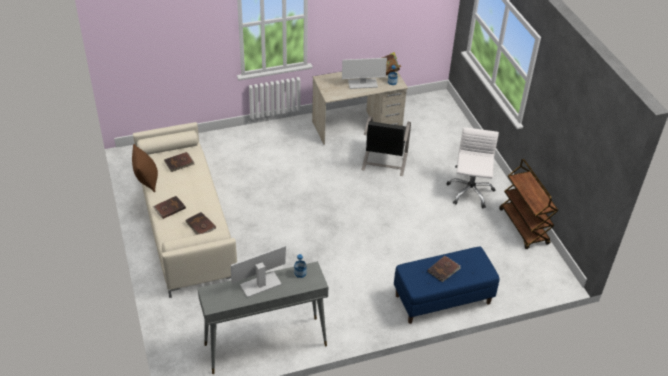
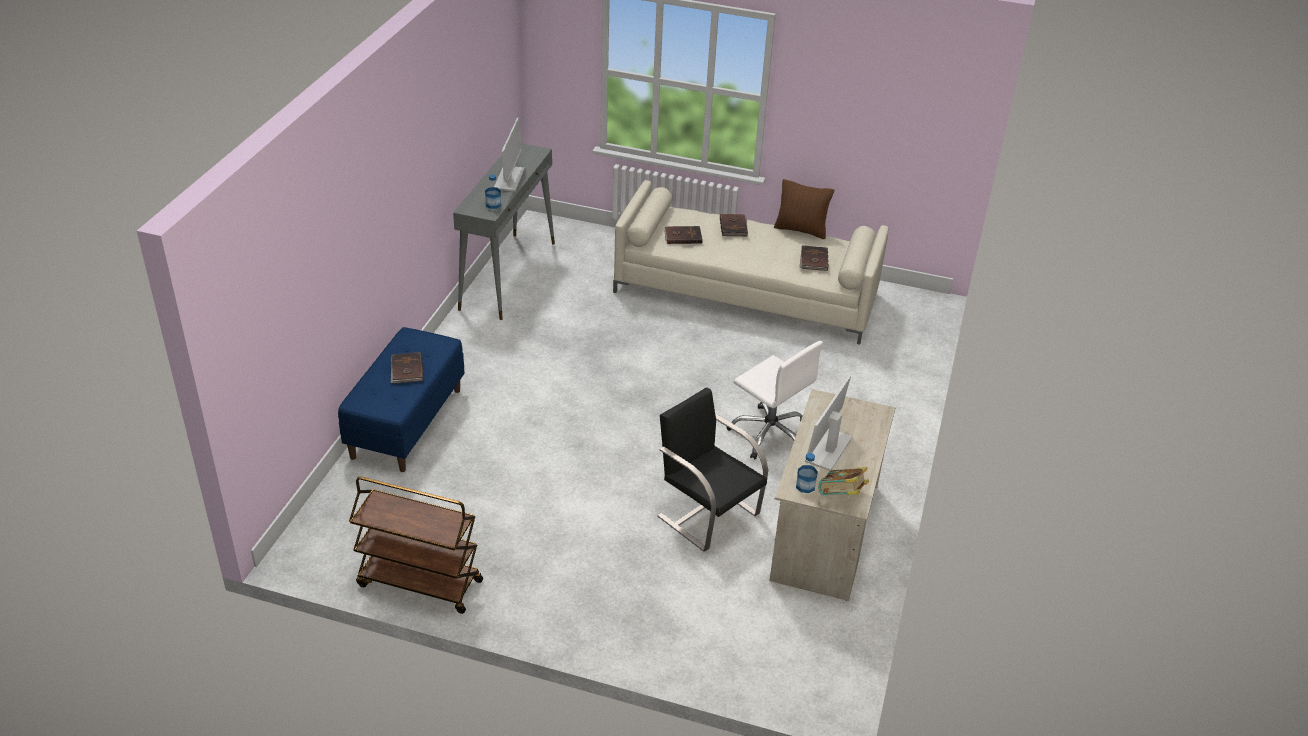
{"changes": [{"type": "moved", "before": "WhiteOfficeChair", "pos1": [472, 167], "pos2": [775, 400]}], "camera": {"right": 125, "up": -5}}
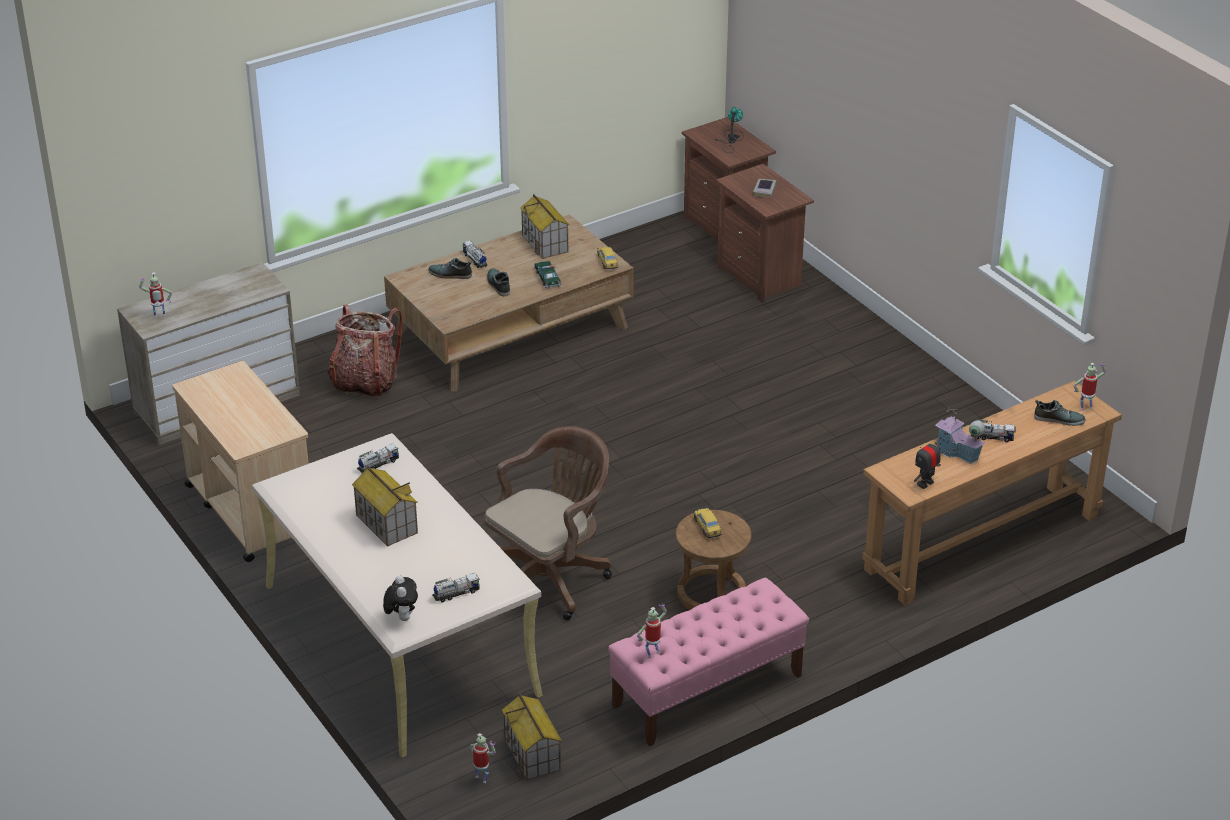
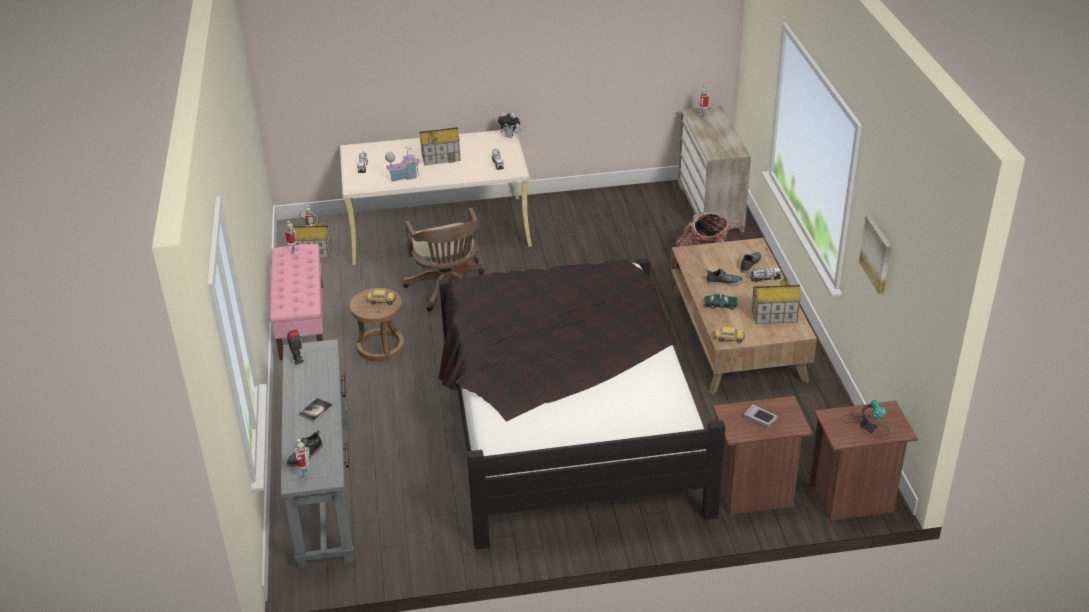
{"changes": [{"type": "removed", "before": "BeigeCart", "pos1": [240, 461]}, {"type": "recoloured", "before": "BrownConsoleTable", "after": "GreyConsoleTable", "pos1": [992, 493], "pos2": [317, 454]}, {"type": "moved", "before": "ToyHouse", "pos1": [960, 435], "pos2": [402, 164]}, {"type": "replaced", "before": "ToyTruck", "after": "Book", "pos1": [993, 430], "pos2": [316, 410]}, {"type": "moved", "before": "PlushToy", "pos1": [400, 598], "pos2": [510, 125]}, {"type": "added", "after": "Picture", "pos2": [875, 254]}, {"type": "added", "after": "BlackBed", "pos2": [581, 404]}], "camera": {"right": 115, "up": 0}}
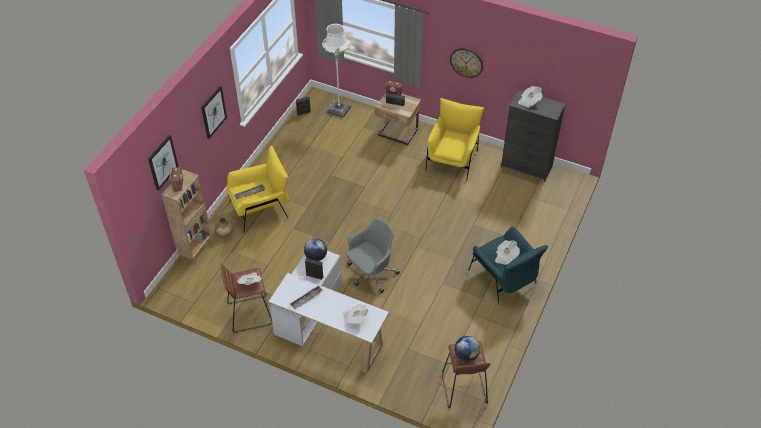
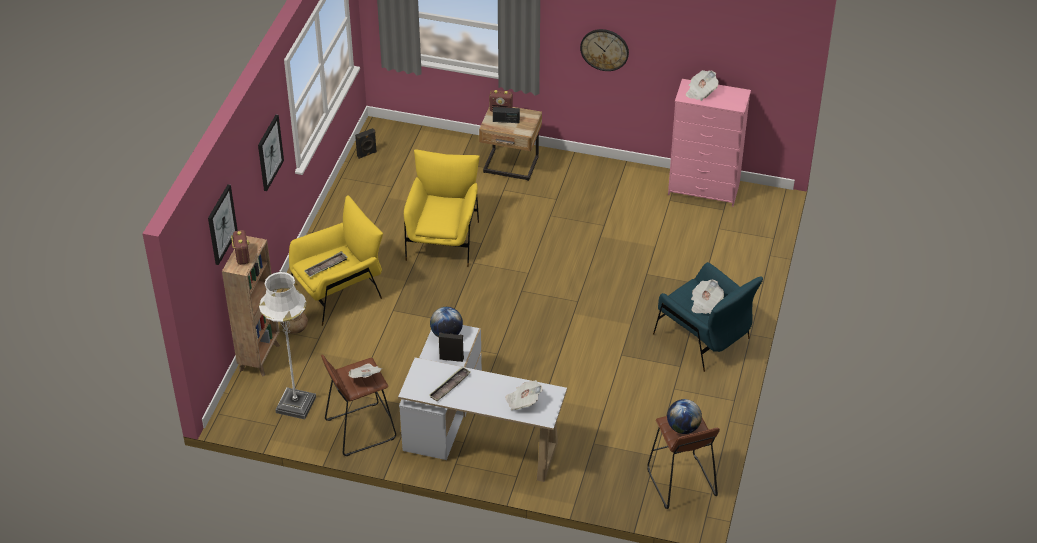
{"changes": [{"type": "moved", "before": "WhiteFloorLamp", "pos1": [336, 70], "pos2": [287, 345]}, {"type": "recoloured", "before": "BlackDresser", "after": "PinkDresser", "pos1": [533, 136], "pos2": [709, 143]}, {"type": "moved", "before": "YellowArmchair", "pos1": [454, 140], "pos2": [442, 208]}, {"type": "removed", "before": "GreyOfficeChair", "pos1": [373, 255]}], "camera": {"right": -10, "up": -5}}
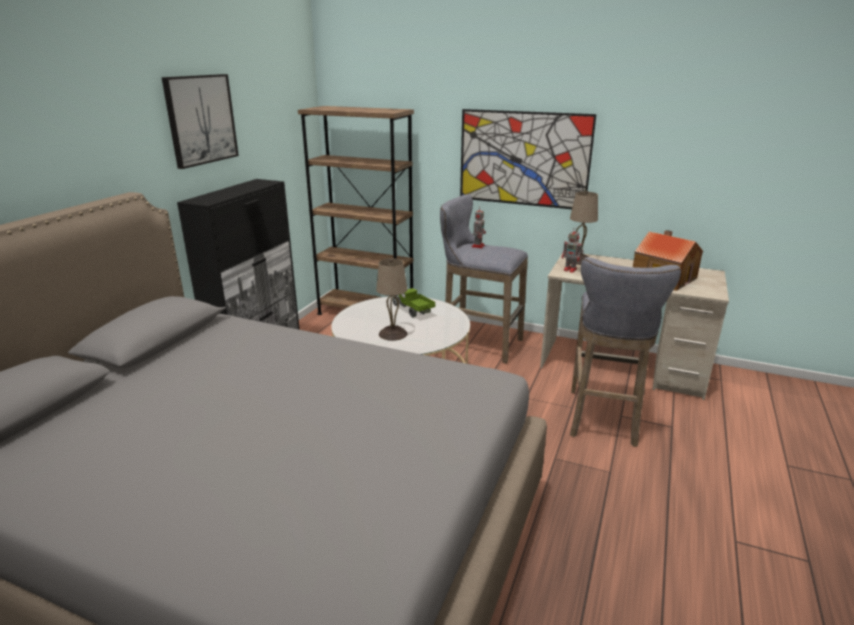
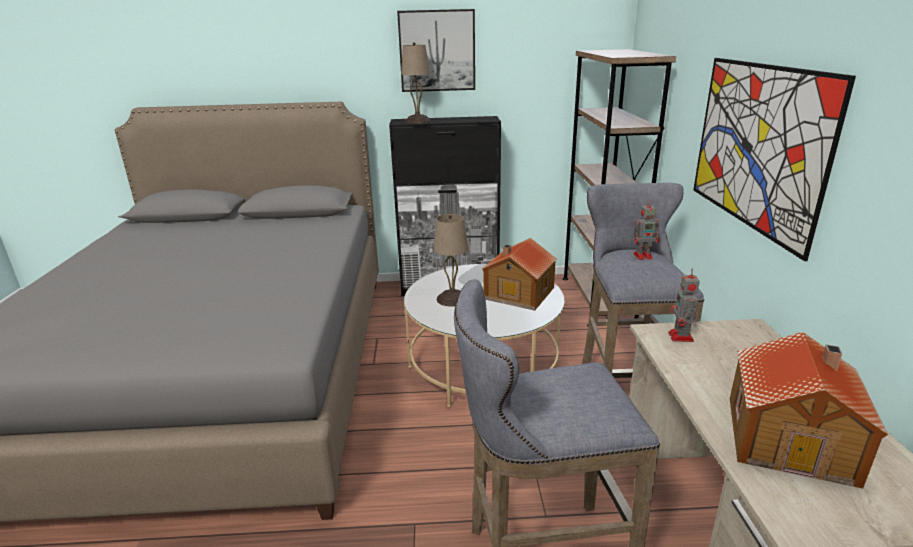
{"changes": [{"type": "moved", "before": "BeigeTableLamp", "pos1": [584, 228], "pos2": [416, 82]}, {"type": "replaced", "before": "ToyTruck", "after": "ToyHouse", "pos1": [414, 302], "pos2": [519, 274]}], "camera": {"right": 65, "up": 0}}
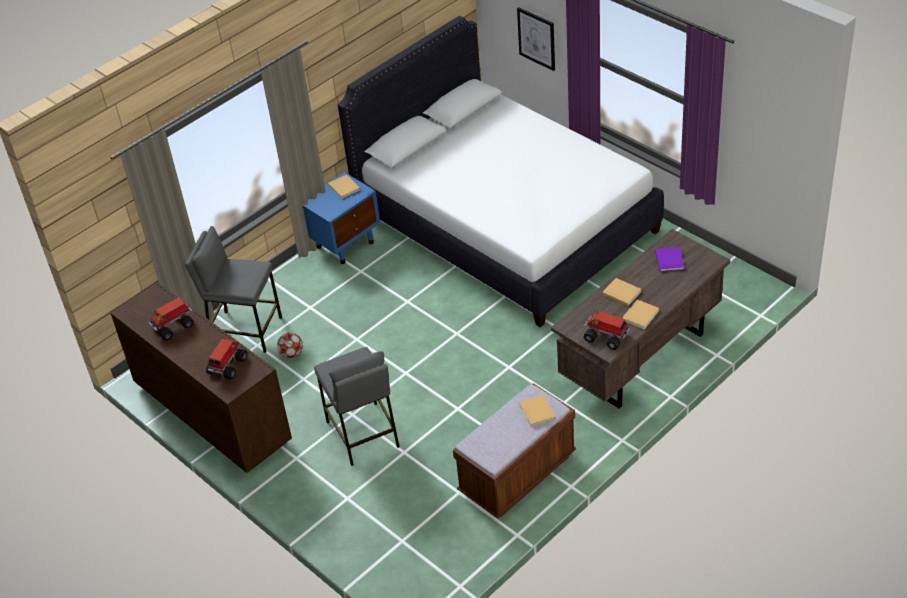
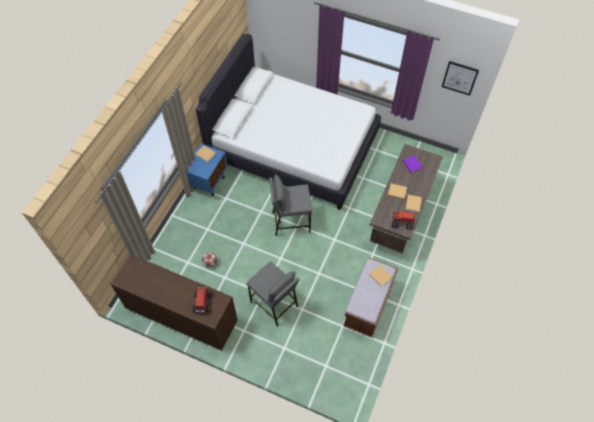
{"changes": [{"type": "moved", "before": "Picture", "pos1": [536, 39], "pos2": [460, 78]}, {"type": "moved", "before": "GreyStool", "pos1": [233, 289], "pos2": [290, 205]}, {"type": "removed", "before": "ToyTruck", "pos1": [171, 319]}], "camera": {"right": -25, "up": 15}}
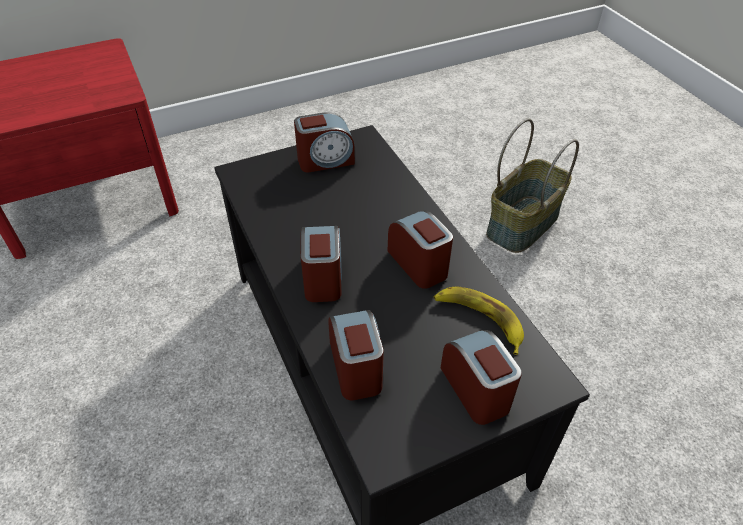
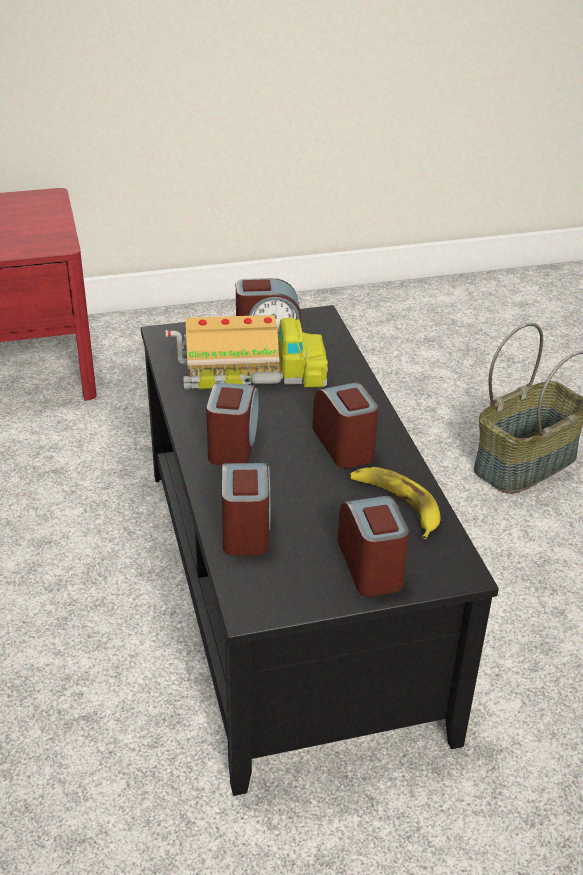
{"changes": [{"type": "added", "after": "ToyTruck", "pos2": [247, 349]}], "camera": {"right": 10, "up": -10}}
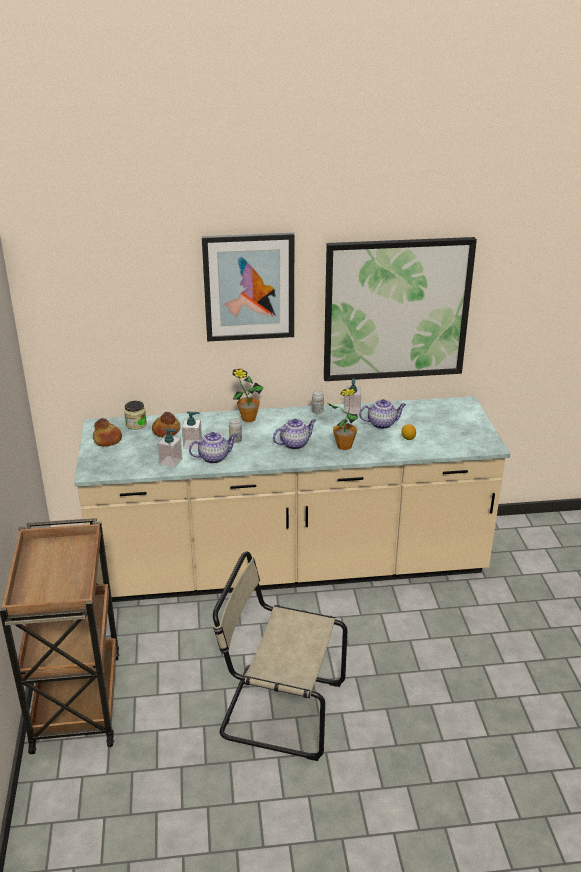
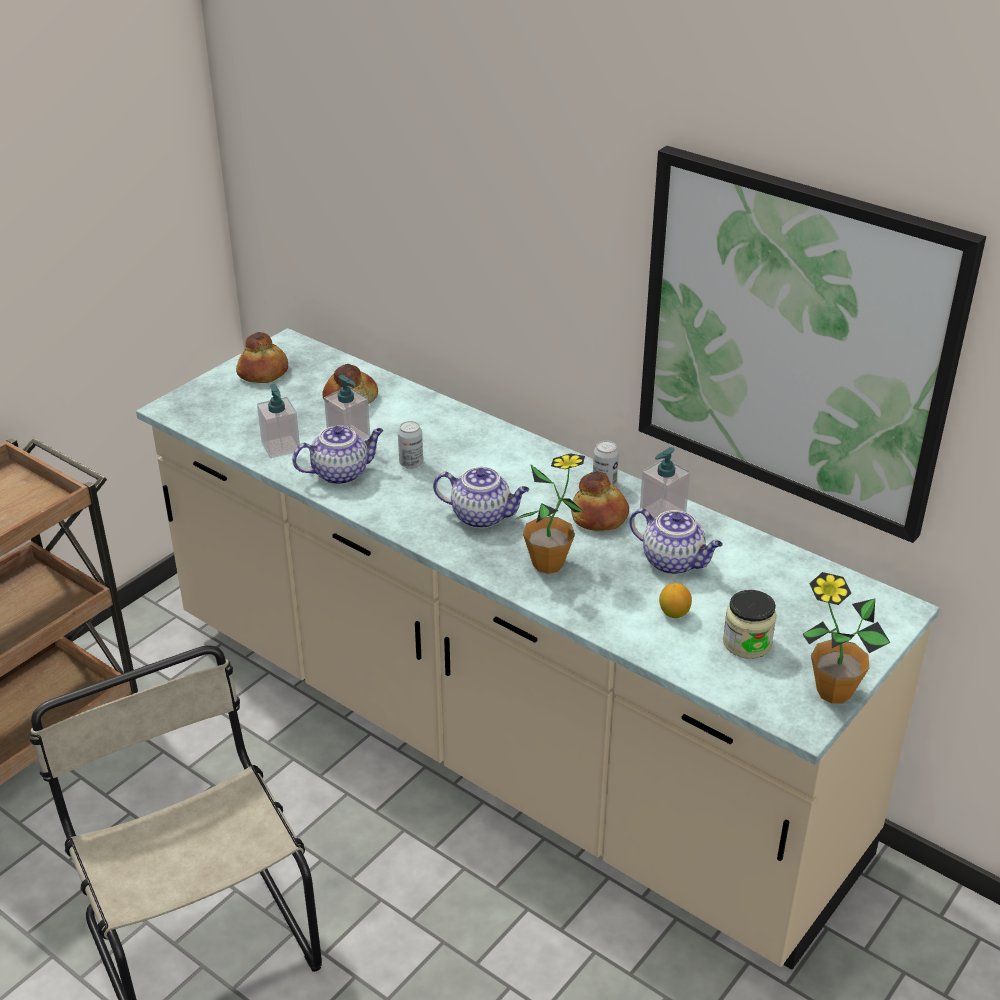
{"changes": [{"type": "removed", "before": "Picture", "pos1": [248, 287]}, {"type": "moved", "before": "PottedPlant", "pos1": [248, 395], "pos2": [846, 638]}, {"type": "moved", "before": "Jar", "pos1": [135, 415], "pos2": [750, 624]}, {"type": "turned", "before": "Teapot", "pos1": [213, 448], "pos2": [338, 455], "turn": -45}, {"type": "added", "after": "Bread", "pos2": [600, 501]}], "camera": {"right": 45, "up": 5}}
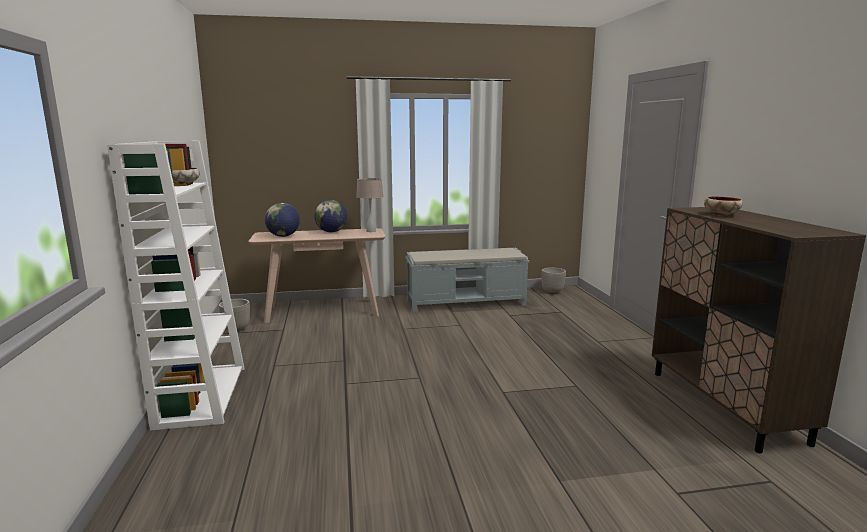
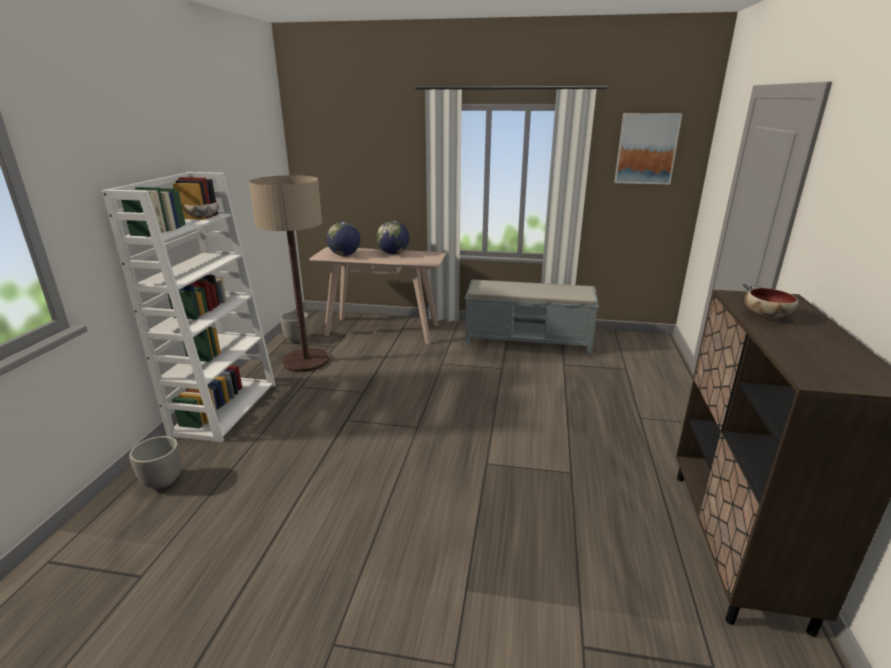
{"changes": [{"type": "removed", "before": "BeigeTableLamp", "pos1": [370, 205]}, {"type": "moved", "before": "Planter", "pos1": [553, 281], "pos2": [155, 463]}, {"type": "added", "after": "Picture", "pos2": [648, 148]}, {"type": "added", "after": "FloorLamp", "pos2": [289, 273]}], "camera": {"right": 20, "up": 10}}
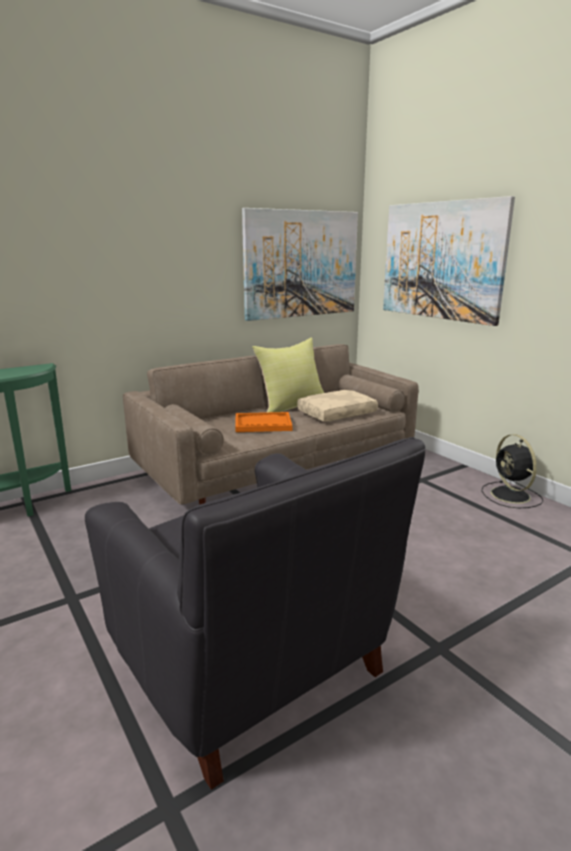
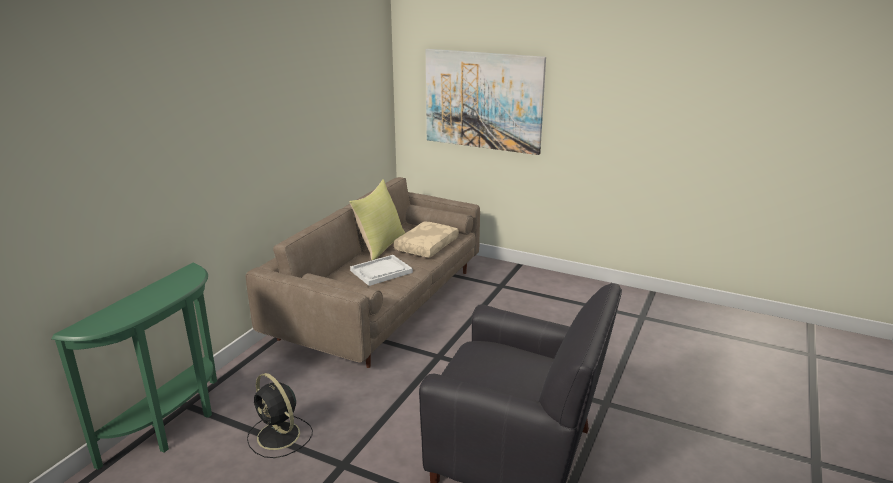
{"changes": [{"type": "removed", "before": "Picture", "pos1": [300, 264]}, {"type": "recoloured", "before": "OrangeTray", "after": "WhiteTray", "pos1": [263, 422], "pos2": [381, 270]}, {"type": "moved", "before": "BlackFan", "pos1": [512, 471], "pos2": [280, 415]}], "camera": {"right": -30, "up": 5}}
